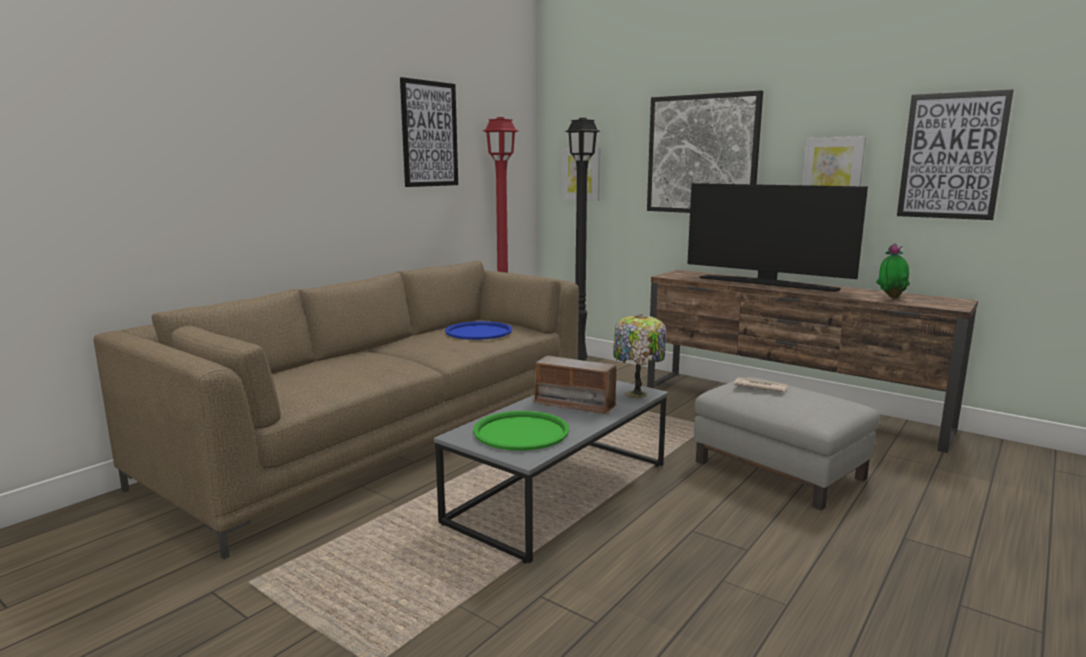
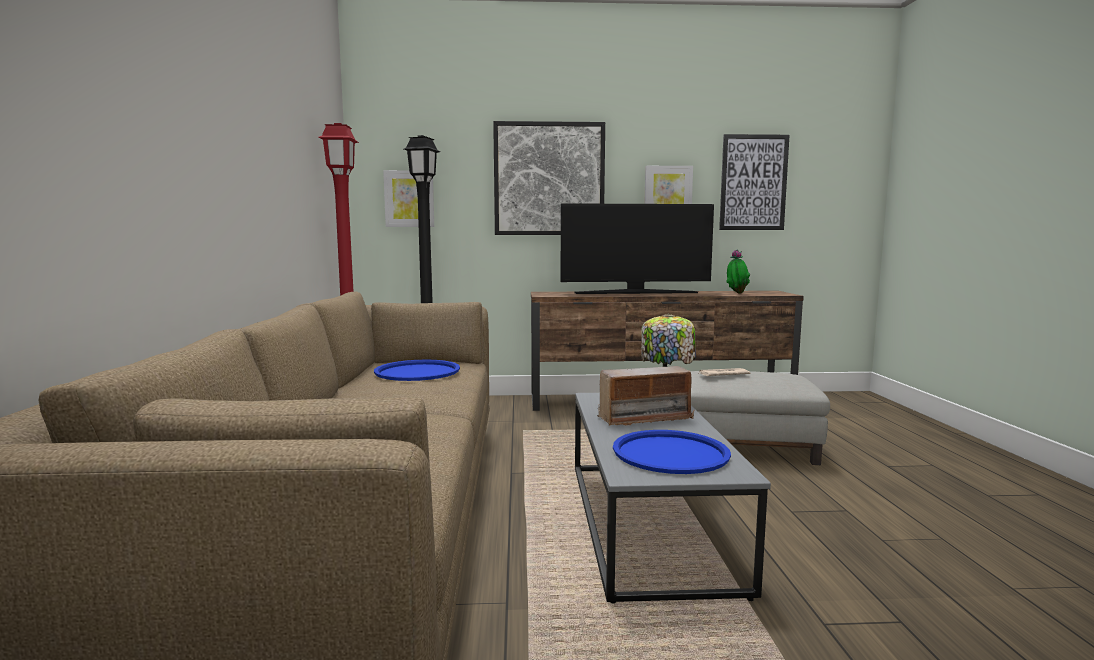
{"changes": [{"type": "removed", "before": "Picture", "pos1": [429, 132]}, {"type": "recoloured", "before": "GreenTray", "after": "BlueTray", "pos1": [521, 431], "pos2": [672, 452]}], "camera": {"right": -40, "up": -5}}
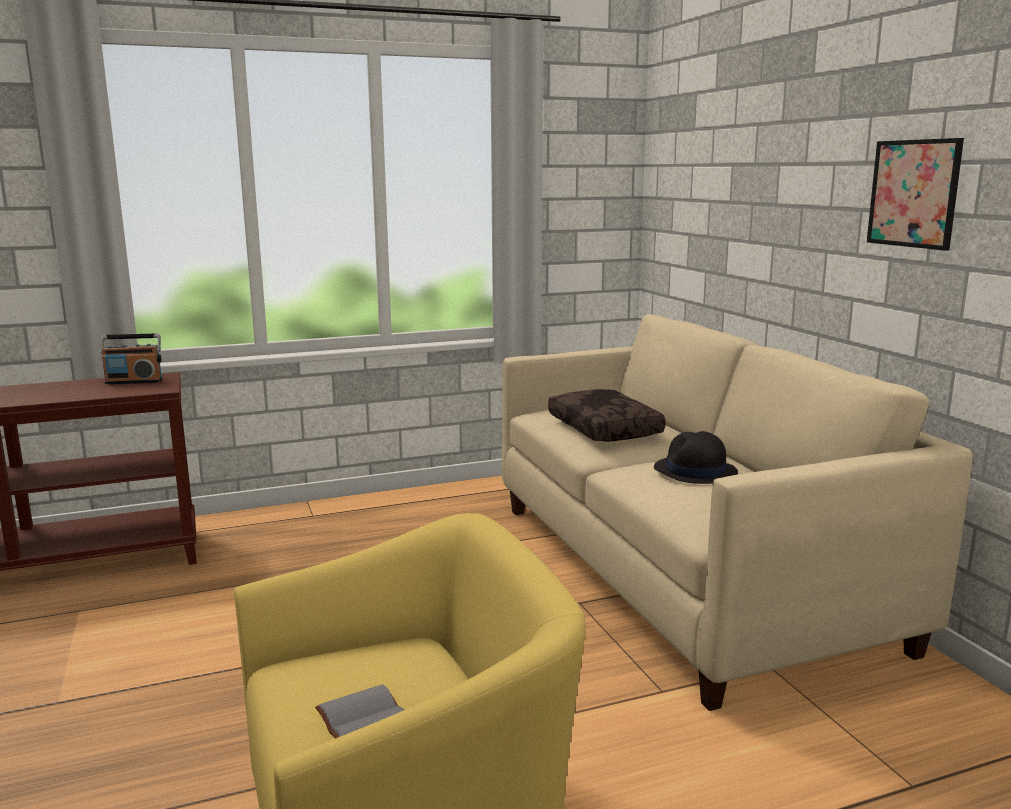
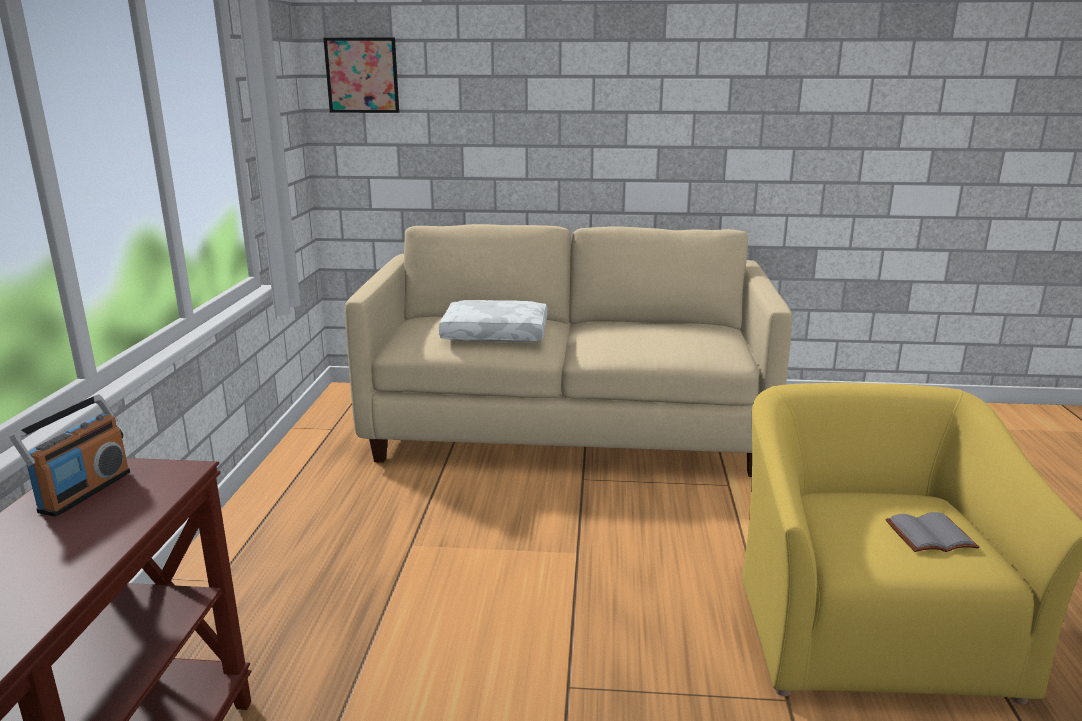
{"changes": [{"type": "moved", "before": "Picture", "pos1": [915, 194], "pos2": [361, 75]}, {"type": "recoloured", "before": "BrownPillow", "after": "WhitePillow", "pos1": [607, 415], "pos2": [493, 321]}, {"type": "removed", "before": "BlackHat", "pos1": [696, 457]}], "camera": {"right": -65, "up": 5}}
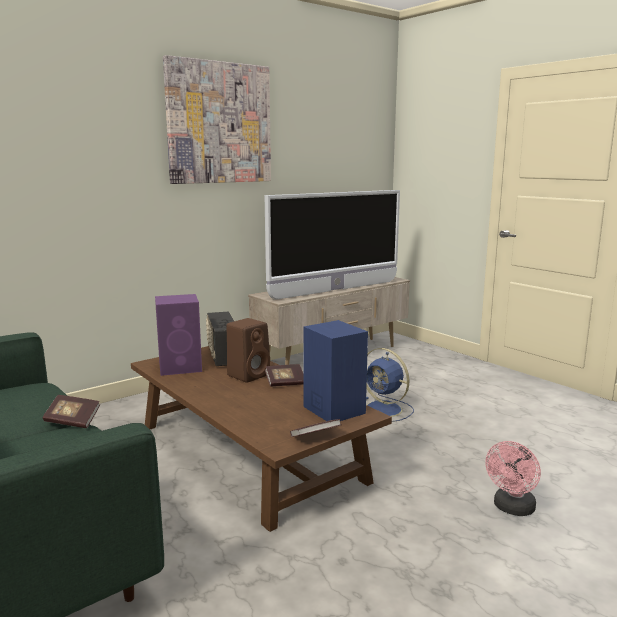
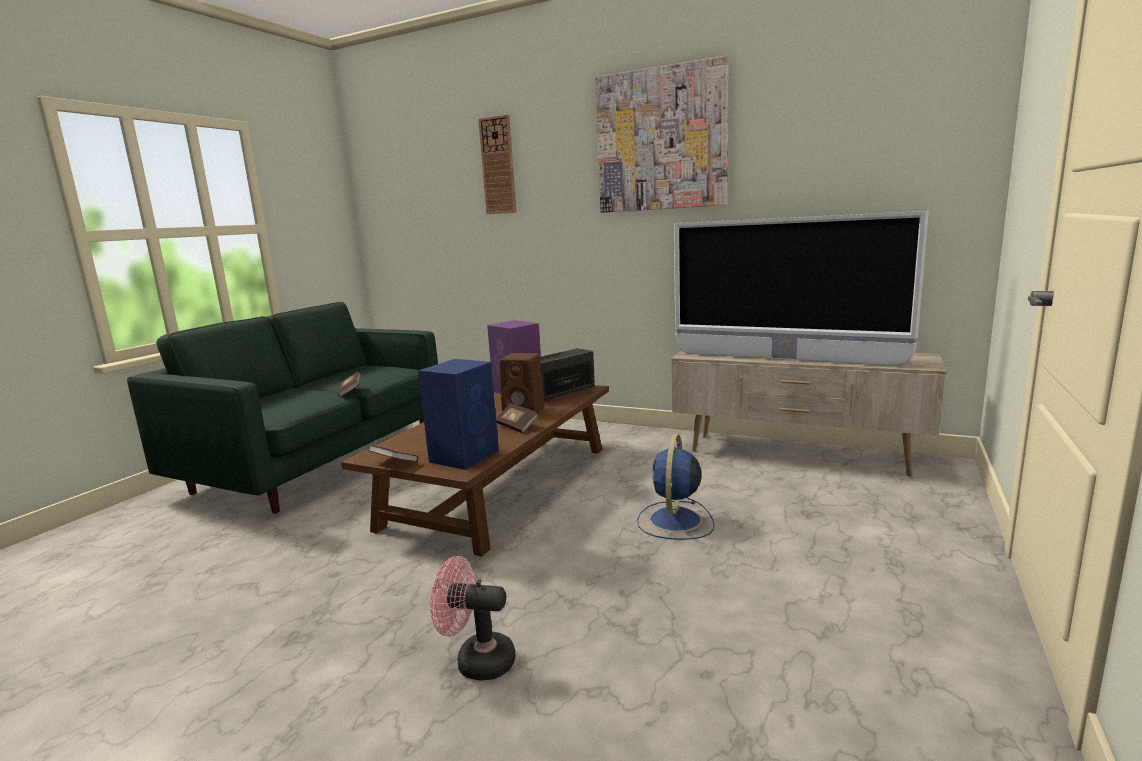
{"changes": [{"type": "added", "after": "WallClock", "pos2": [497, 164]}], "camera": {"right": 65, "up": 0}}
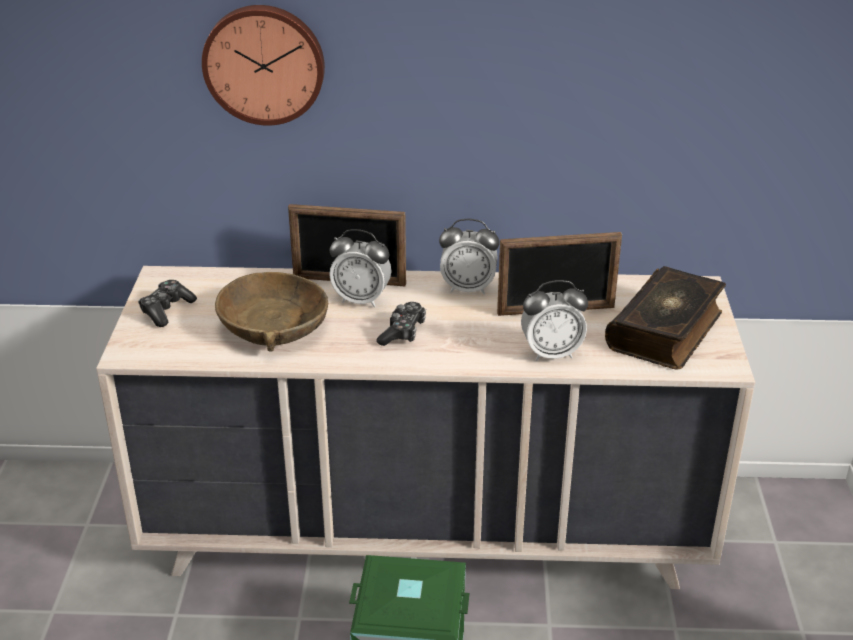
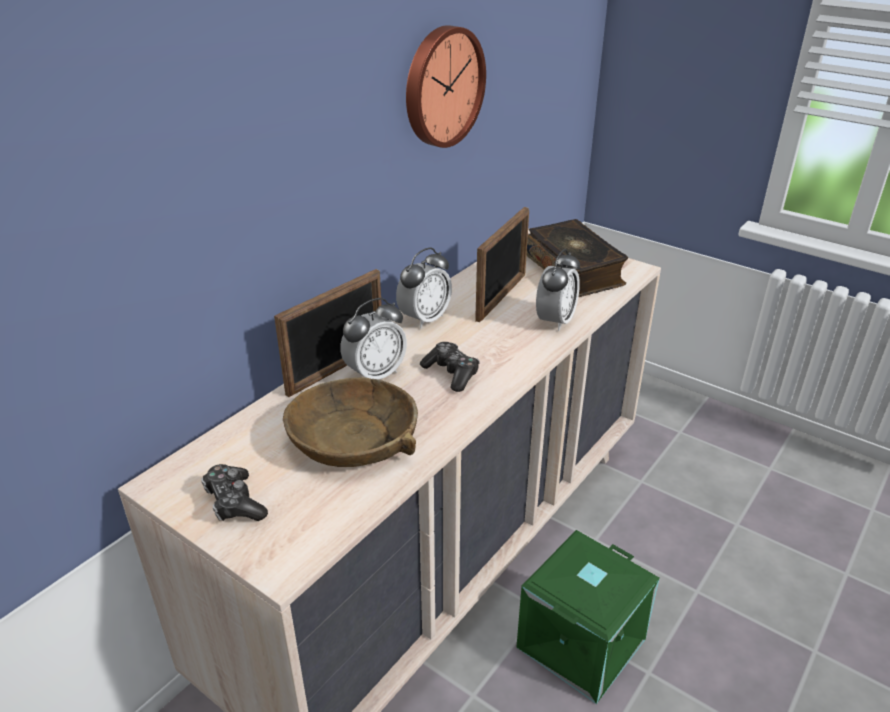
{"changes": [{"type": "moved", "before": "WallClock", "pos1": [263, 65], "pos2": [446, 86]}], "camera": {"right": -55, "up": 0}}
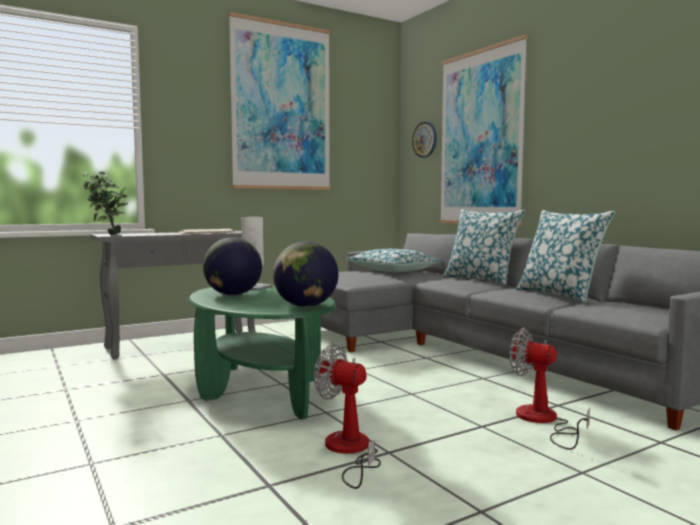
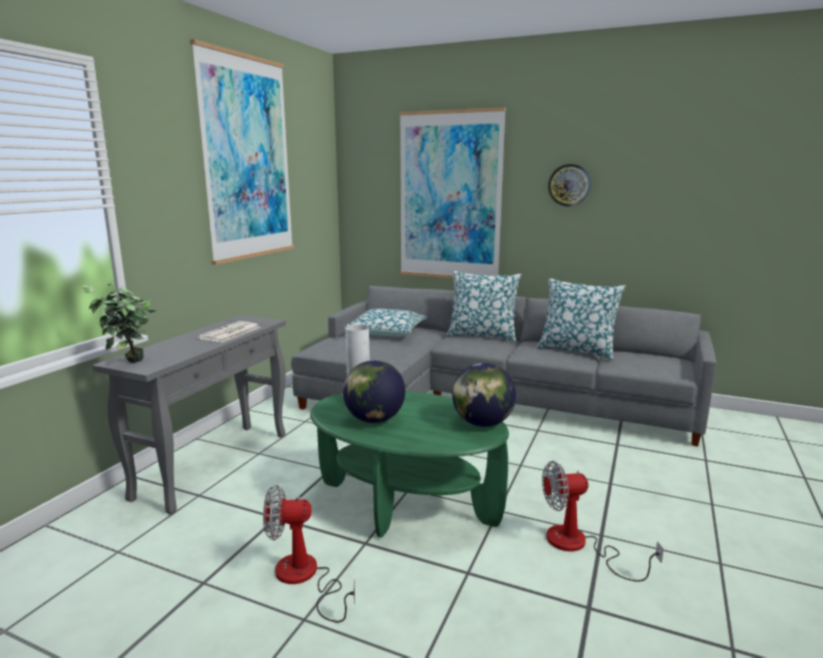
{"changes": [{"type": "moved", "before": "WallClock", "pos1": [424, 140], "pos2": [569, 185]}, {"type": "moved", "before": "Fan", "pos1": [550, 389], "pos2": [309, 553]}], "camera": {"right": -35, "up": 10}}
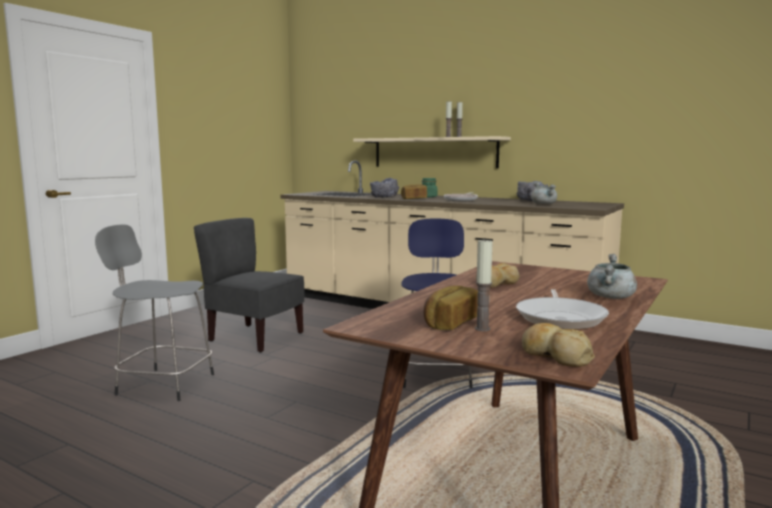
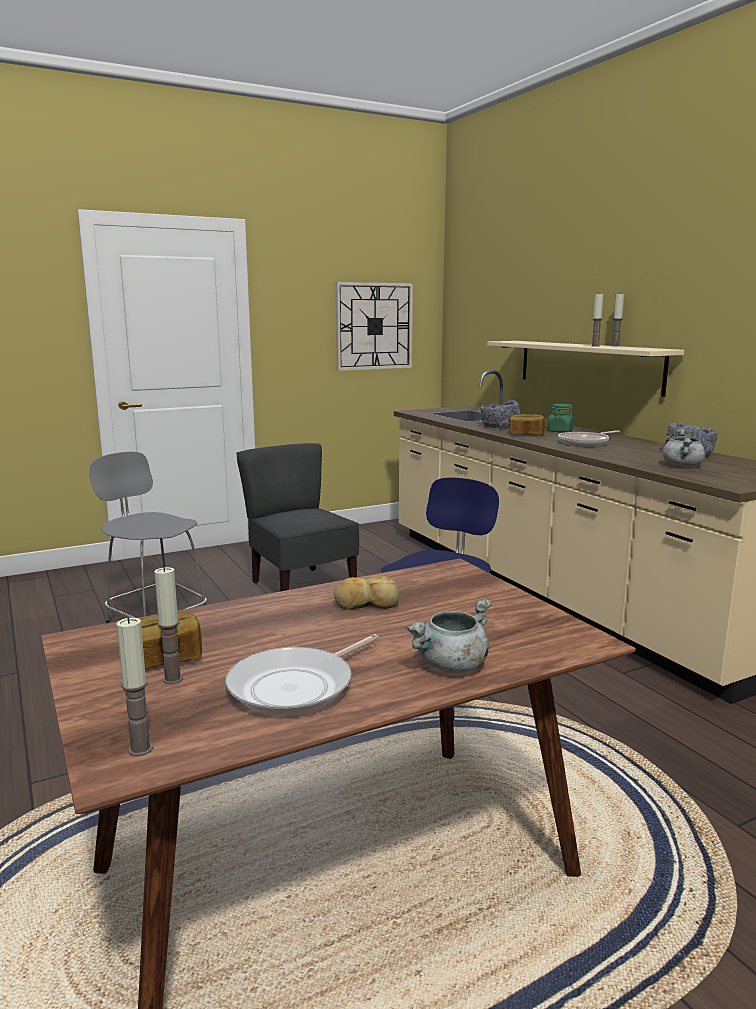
{"changes": [{"type": "replaced", "before": "Bread", "after": "Candle", "pos1": [558, 345], "pos2": [134, 687]}, {"type": "added", "after": "WallClock", "pos2": [374, 326]}], "camera": {"right": 30, "up": 5}}
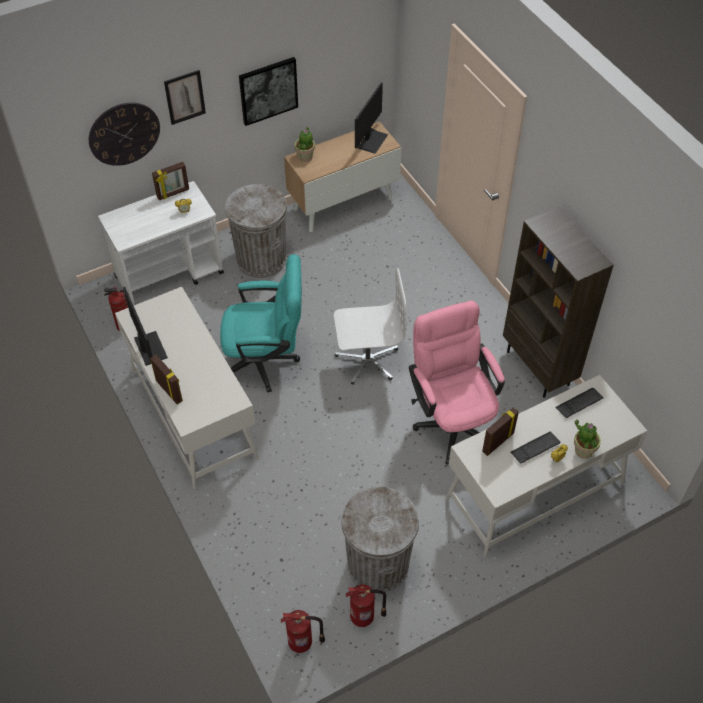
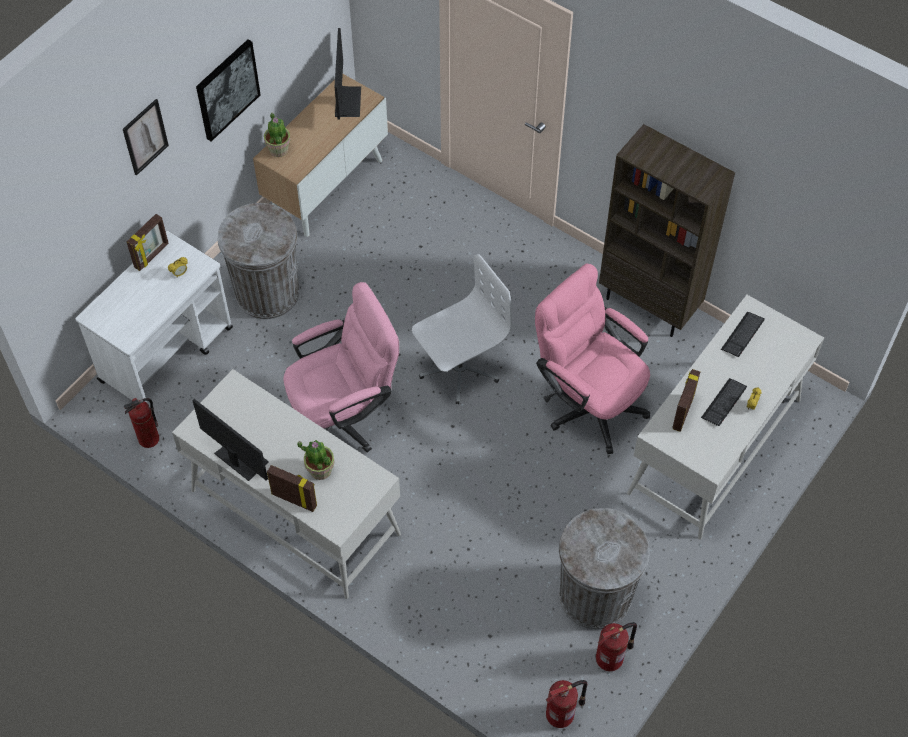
{"changes": [{"type": "removed", "before": "WallClock", "pos1": [124, 134]}, {"type": "recoloured", "before": "TurquoiseOfficeChair", "after": "PinkOfficeChair", "pos1": [261, 323], "pos2": [341, 367]}, {"type": "moved", "before": "PottedPlant", "pos1": [587, 439], "pos2": [315, 460]}], "camera": {"right": -25, "up": 5}}
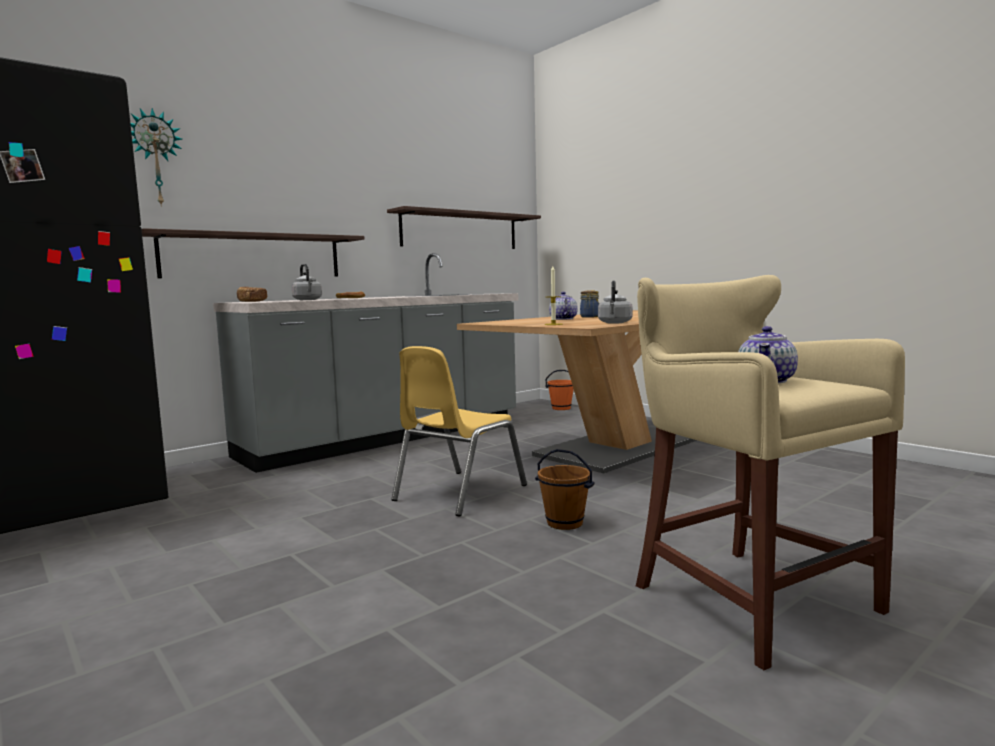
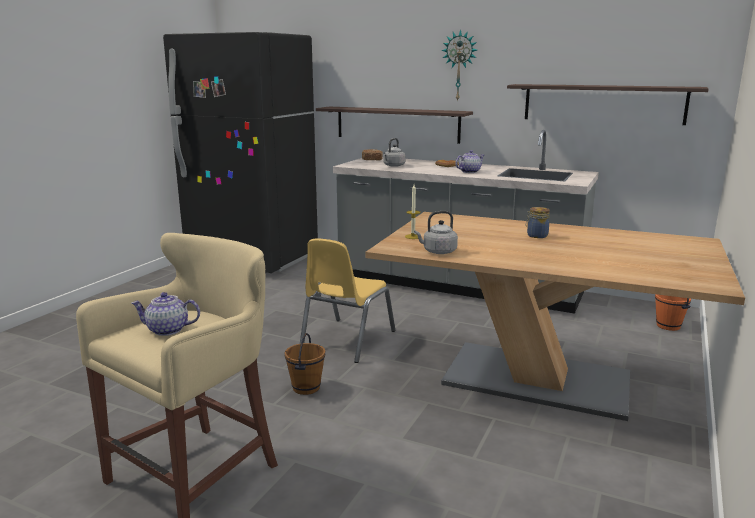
{"changes": [{"type": "moved", "before": "WallClock", "pos1": [156, 157], "pos2": [459, 66]}, {"type": "moved", "before": "Teapot", "pos1": [563, 306], "pos2": [469, 161]}, {"type": "turned", "before": "YellowChair", "pos1": [459, 431], "pos2": [347, 300], "turn": -75}], "camera": {"right": 65, "up": 10}}
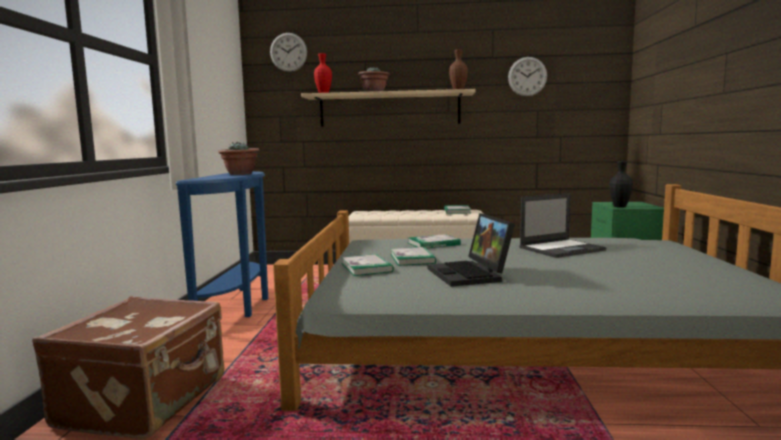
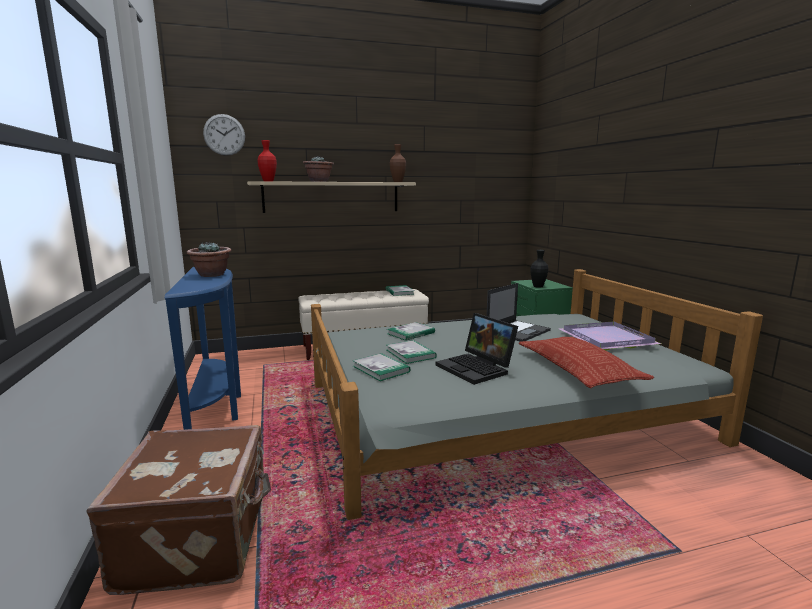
{"changes": [{"type": "removed", "before": "WallClock", "pos1": [527, 77]}, {"type": "added", "after": "PurpleTray", "pos2": [610, 335]}, {"type": "added", "after": "Pillow", "pos2": [586, 362]}], "camera": {"right": -20, "up": 5}}
